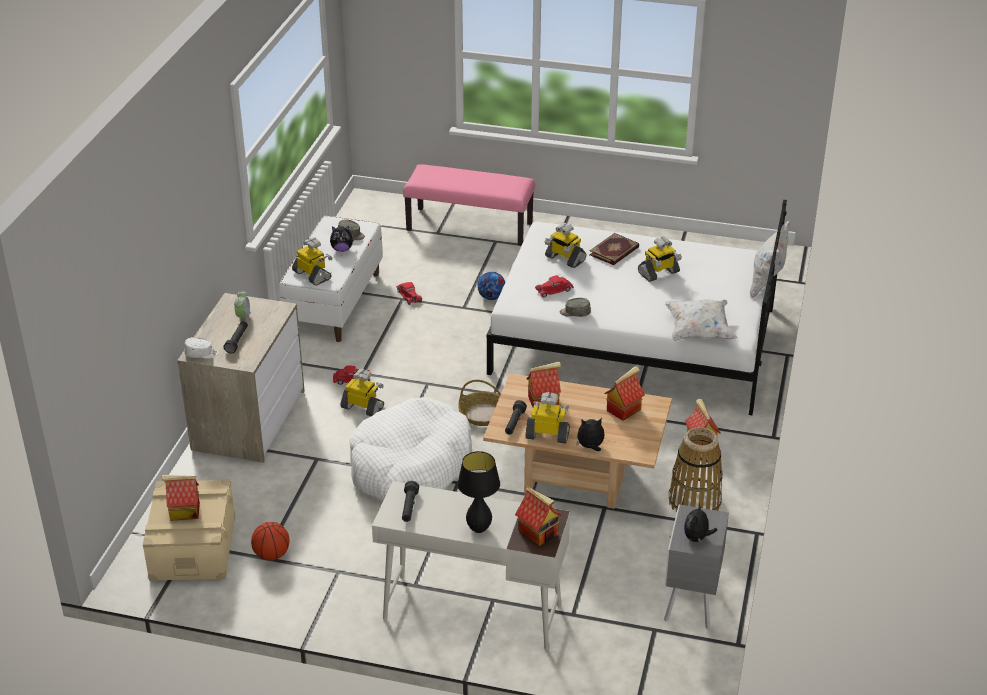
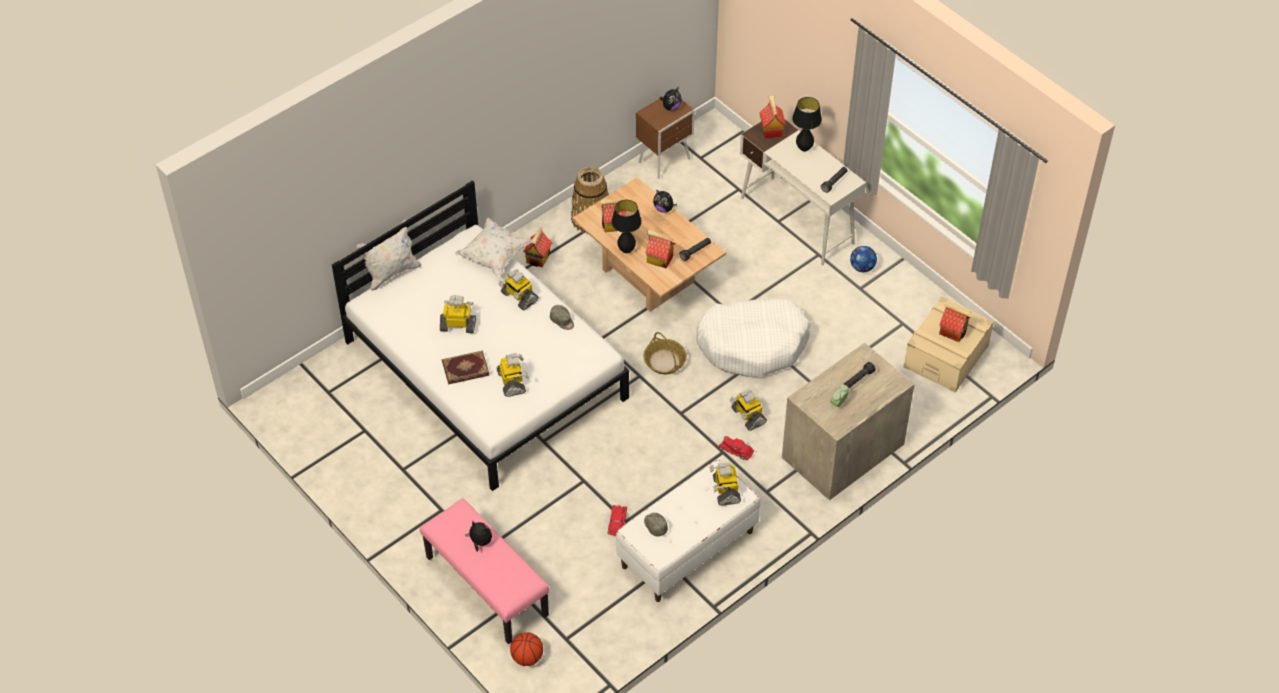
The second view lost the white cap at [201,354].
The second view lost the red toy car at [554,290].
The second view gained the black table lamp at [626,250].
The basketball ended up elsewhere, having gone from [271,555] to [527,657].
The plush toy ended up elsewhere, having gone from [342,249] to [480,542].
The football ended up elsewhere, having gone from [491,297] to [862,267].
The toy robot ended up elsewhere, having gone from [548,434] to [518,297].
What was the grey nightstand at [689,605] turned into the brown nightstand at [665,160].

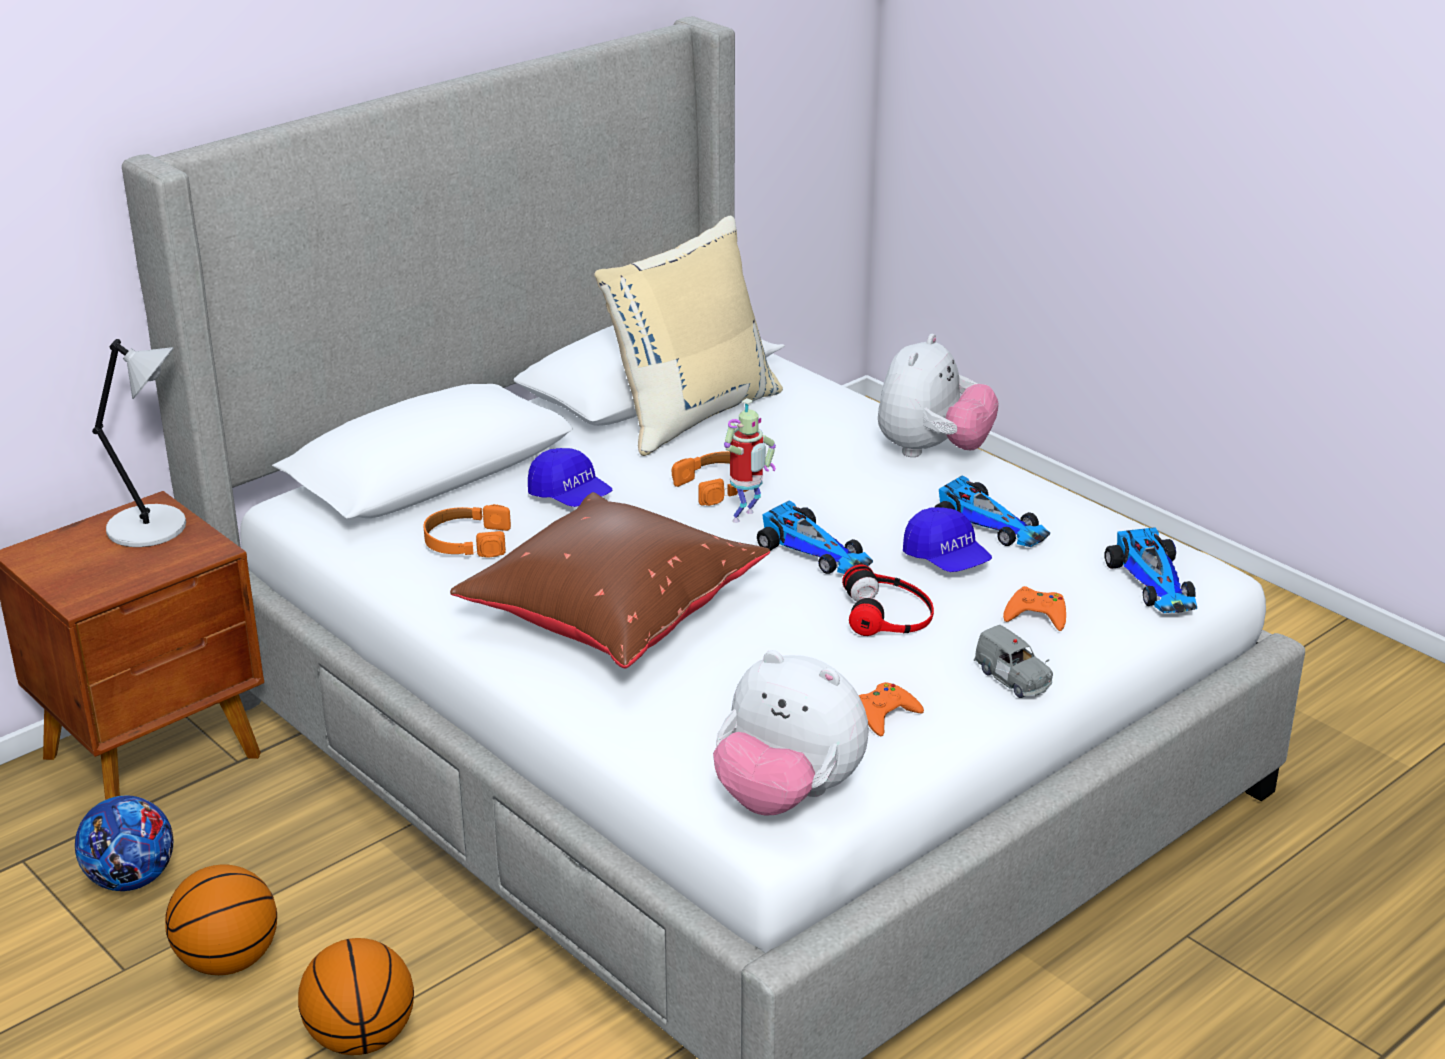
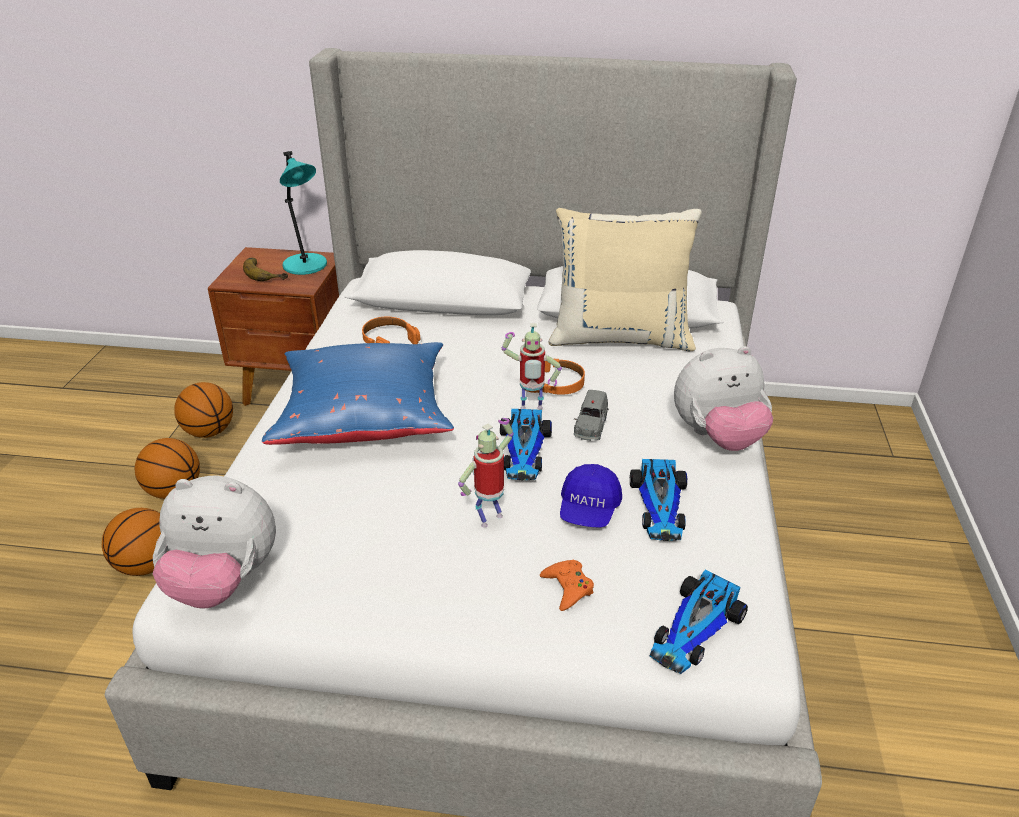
The second view lost the blue cap at [570,497].
The second view lost the orange game controller at [885,714].
The second view gained the banana at [266,272].
The grey toy car ended up elsewhere, having gone from [1013,679] to [590,427].
Where the football stood at [131,879], the basketball came to stand at [209,432].
Where the headphones stood at [889,613], the toy robot came to stand at [489,518].
What was the grey table lamp at [152,528] turned into the turquoise table lamp at [306,266].
What was the brown pillow at [611,615] turned into the blue pillow at [365,418].
The plush toy at [787,796] ended up facing another way, 75 degrees counterclockwise from before.

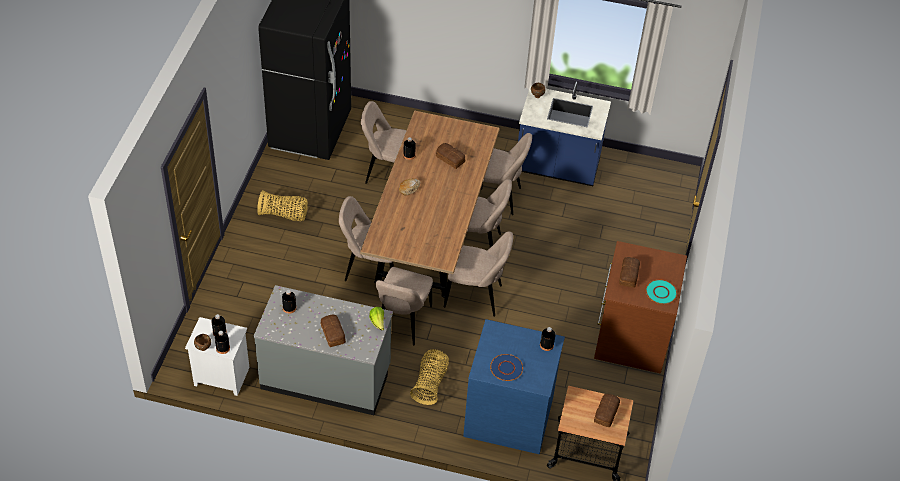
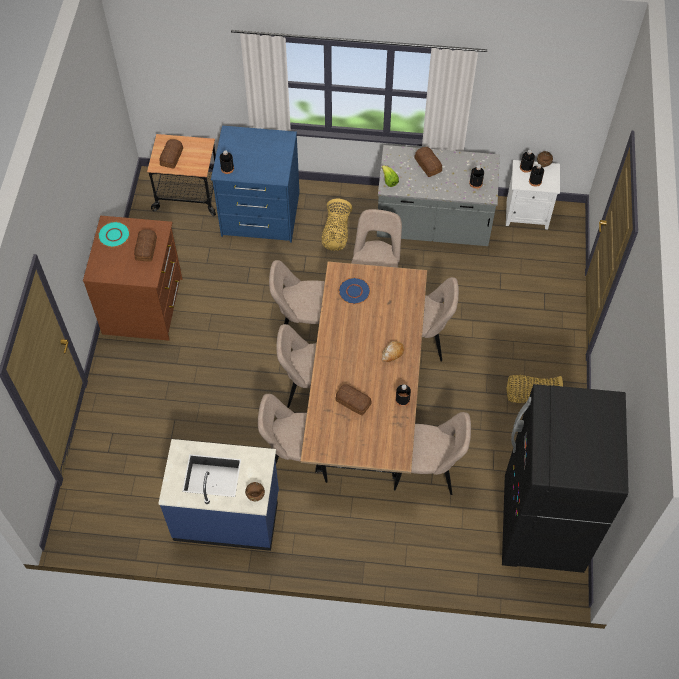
The blue plate ended up elsewhere, having gone from [506,368] to [354,291].

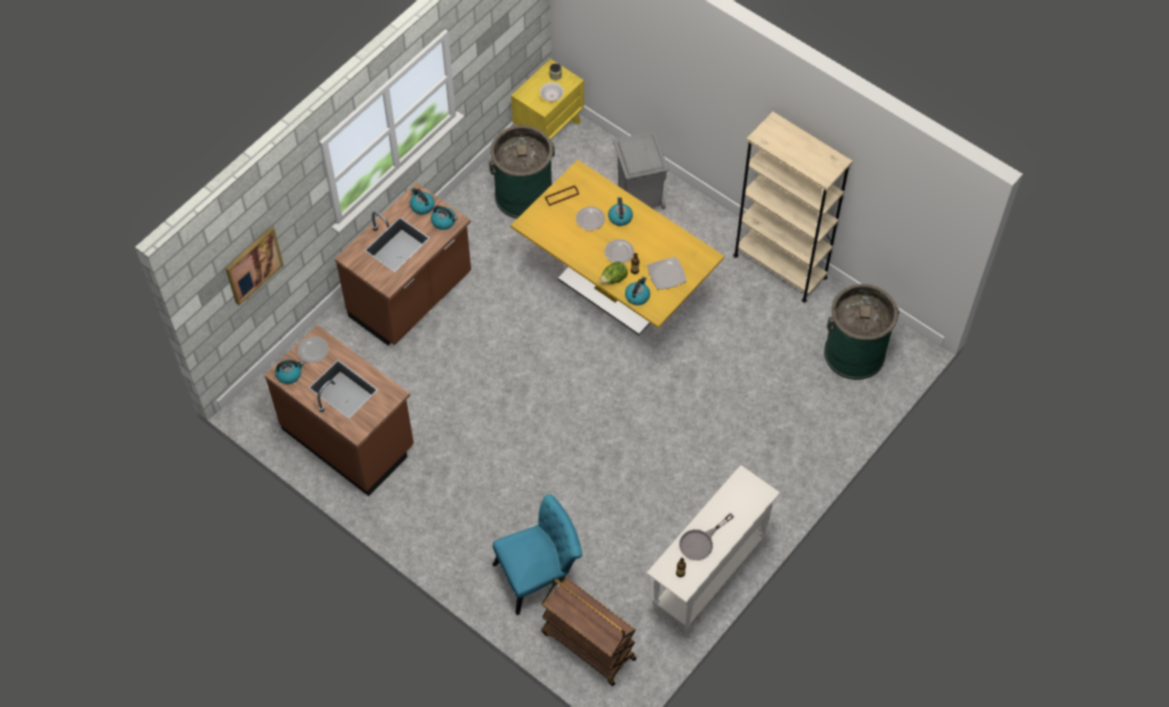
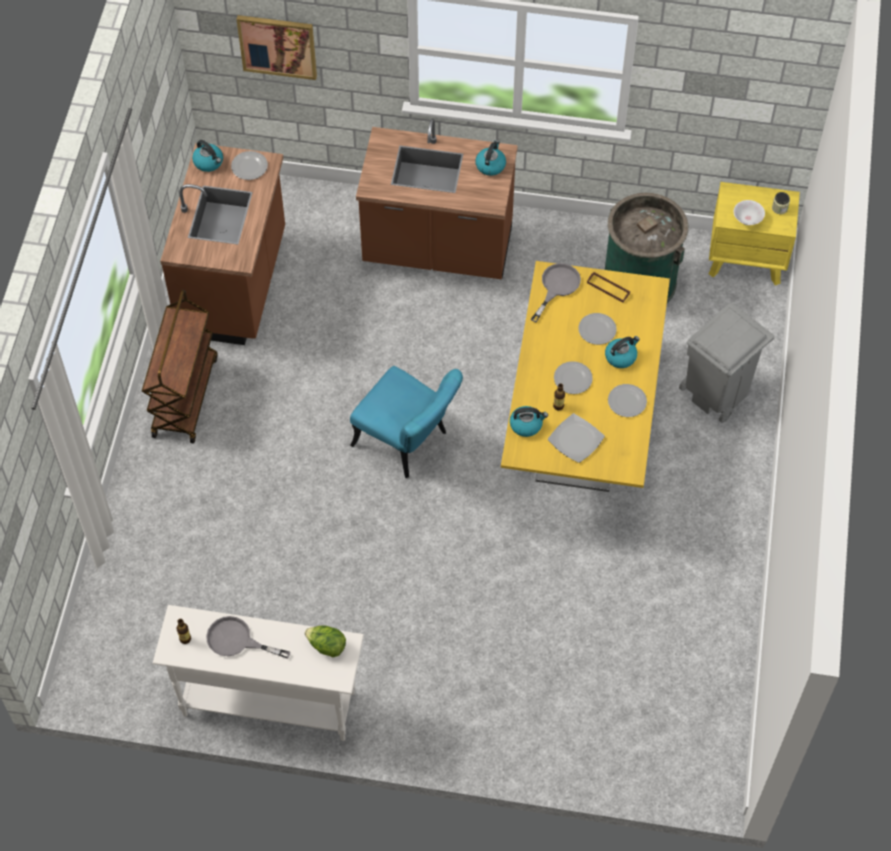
The second view lost the kettle at [444,221].
The second view lost the beige bookcase at [780,266].
The second view lost the green trash can at [854,353].
The second view gained the grey frying pan at [557,287].
The second view gained the plate at [627,401].
The turquoise chair ended up elsewhere, having gone from [539,575] to [408,443].
The brown cart ended up elsewhere, having gone from [587,645] to [184,396].
The lettuce ended up elsewhere, having gone from [613,279] to [326,646].

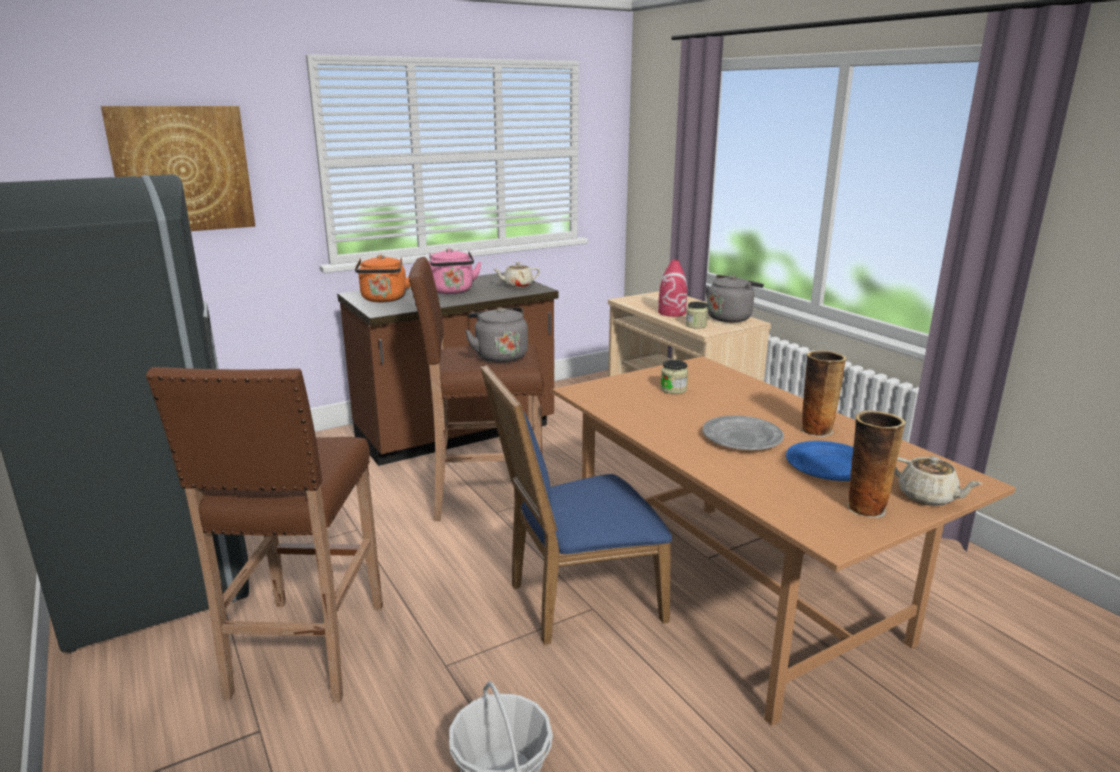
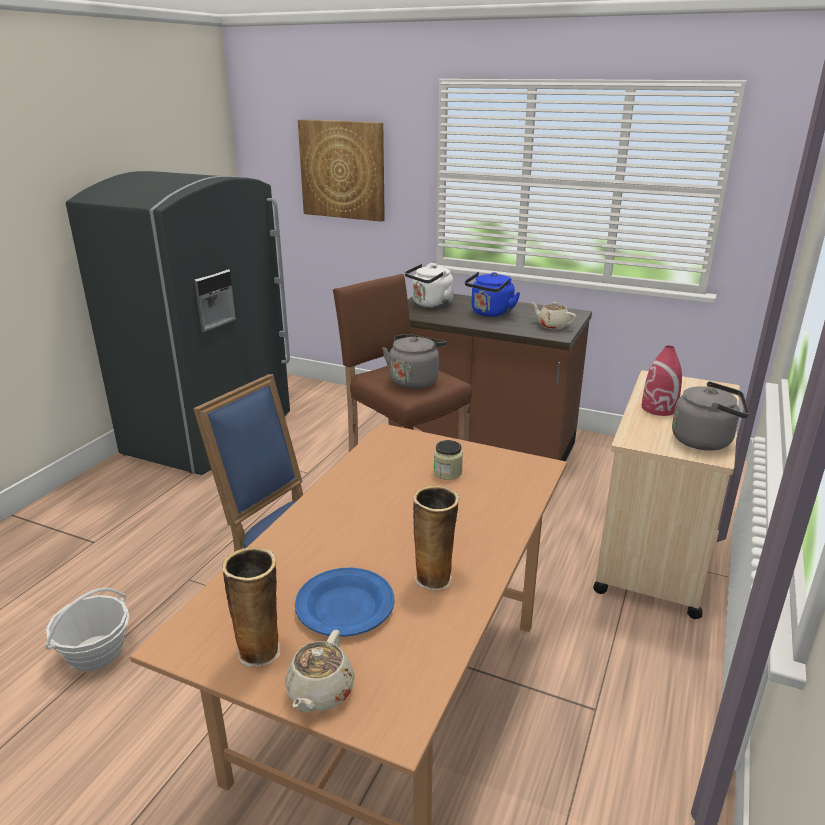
The second view lost the brown stool at [306,651].
The second view lost the jar at [696,325].
The second view lost the grey plate at [742,438].
What was the orange kettle at [384,299] turned into the white kettle at [430,304].
What was the pink kettle at [452,291] turned into the blue kettle at [490,314].

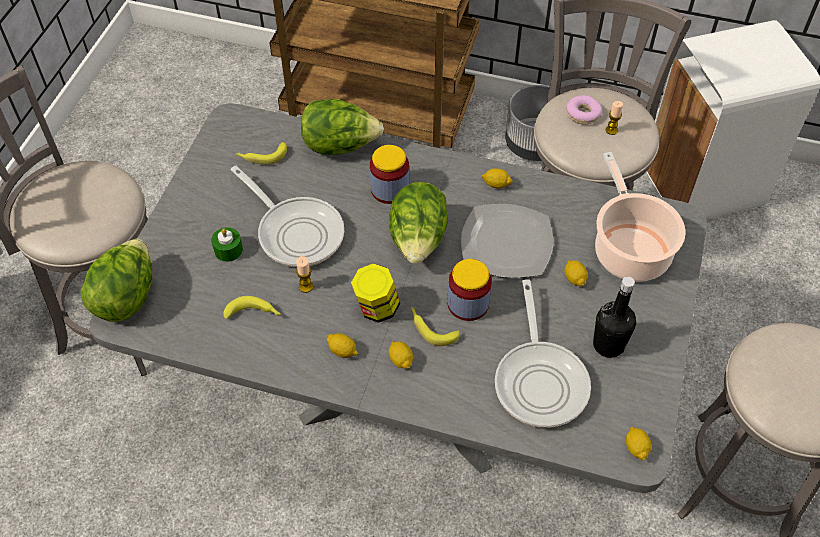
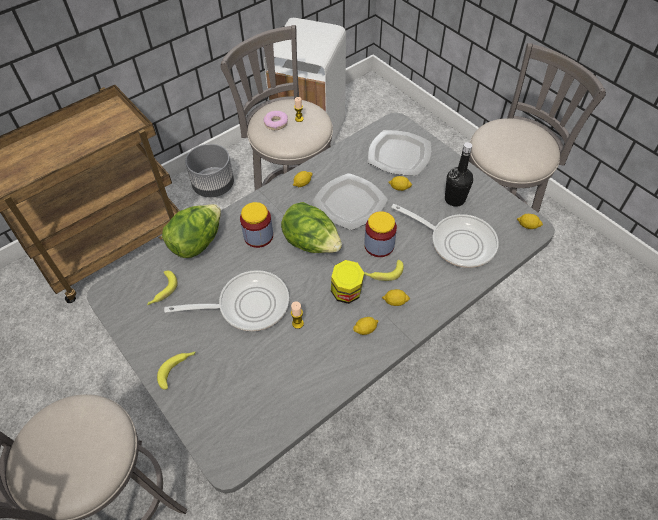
The second view lost the lettuce at [126,297].
The second view lost the green candle at [228,250].
The banana ended up elsewhere, having gone from [254,314] to [178,369].
Where the cooking pot stood at [629,249], the plate came to stand at [398,154].

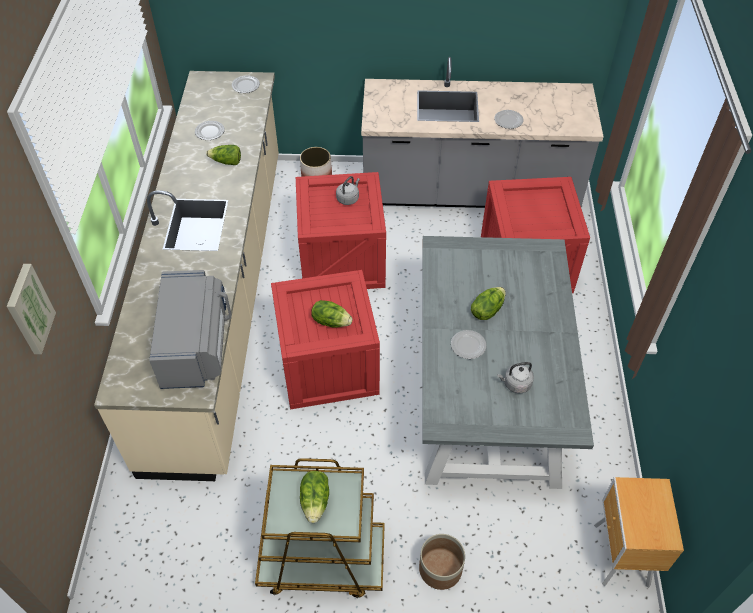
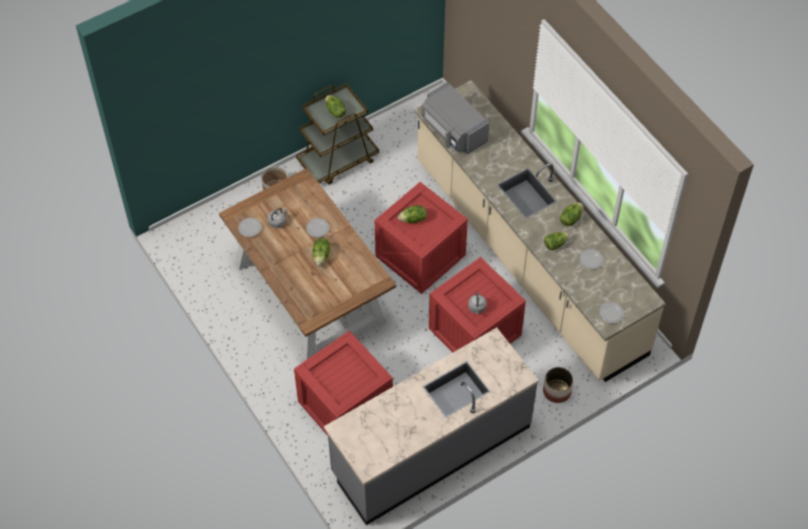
The second view lost the picture at [28,309].
The second view lost the brown nightstand at [620,557].
The second view gained the lettuce at [570,218].
The plate ended up elsewhere, having gone from [508,121] to [249,228].
What was the grey dining table at [488,397] turned into the brown dining table at [309,292].

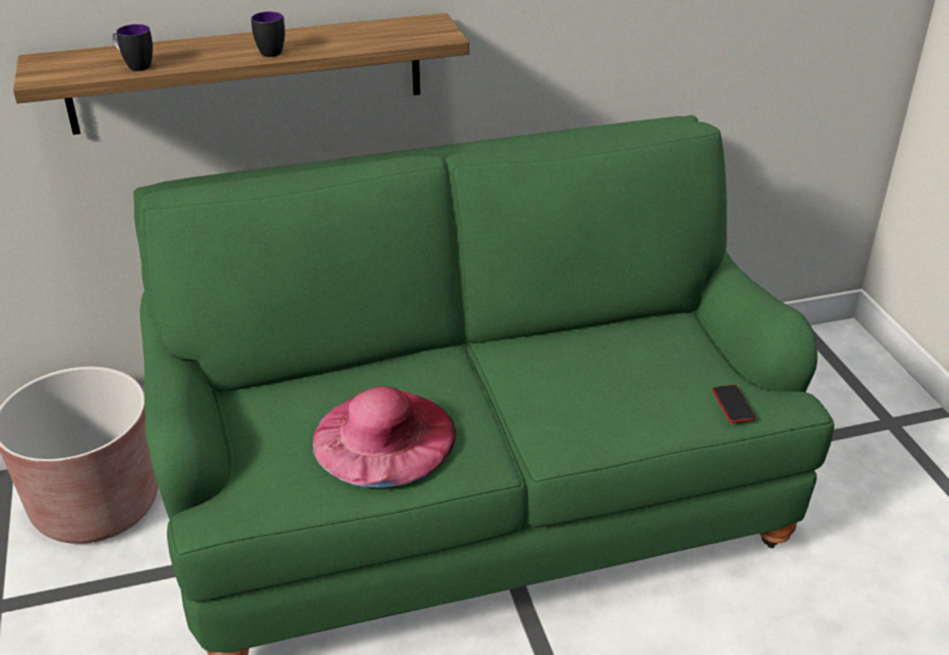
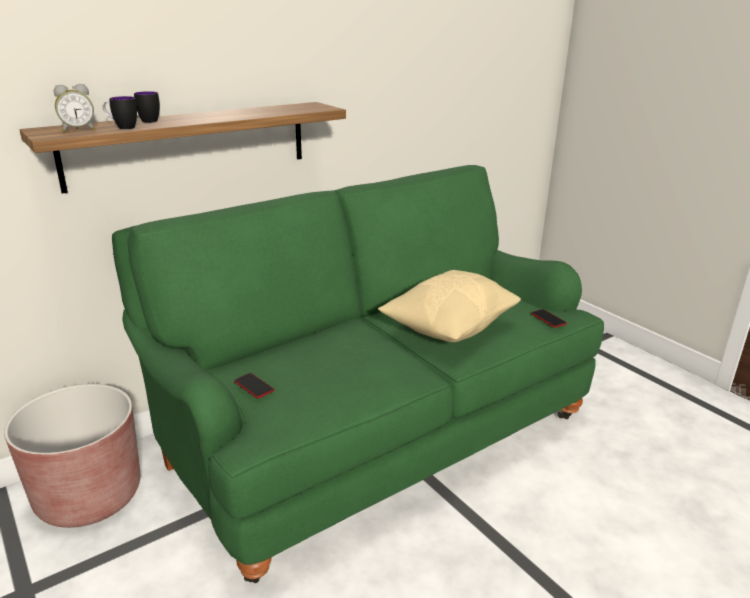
The second view lost the pink hat at [384,437].
The second view gained the alarm clock at [78,130].
The second view gained the phone at [254,386].
The second view gained the beige pillow at [449,329].
The mug ended up elsewhere, having gone from [274,51] to [151,120].

